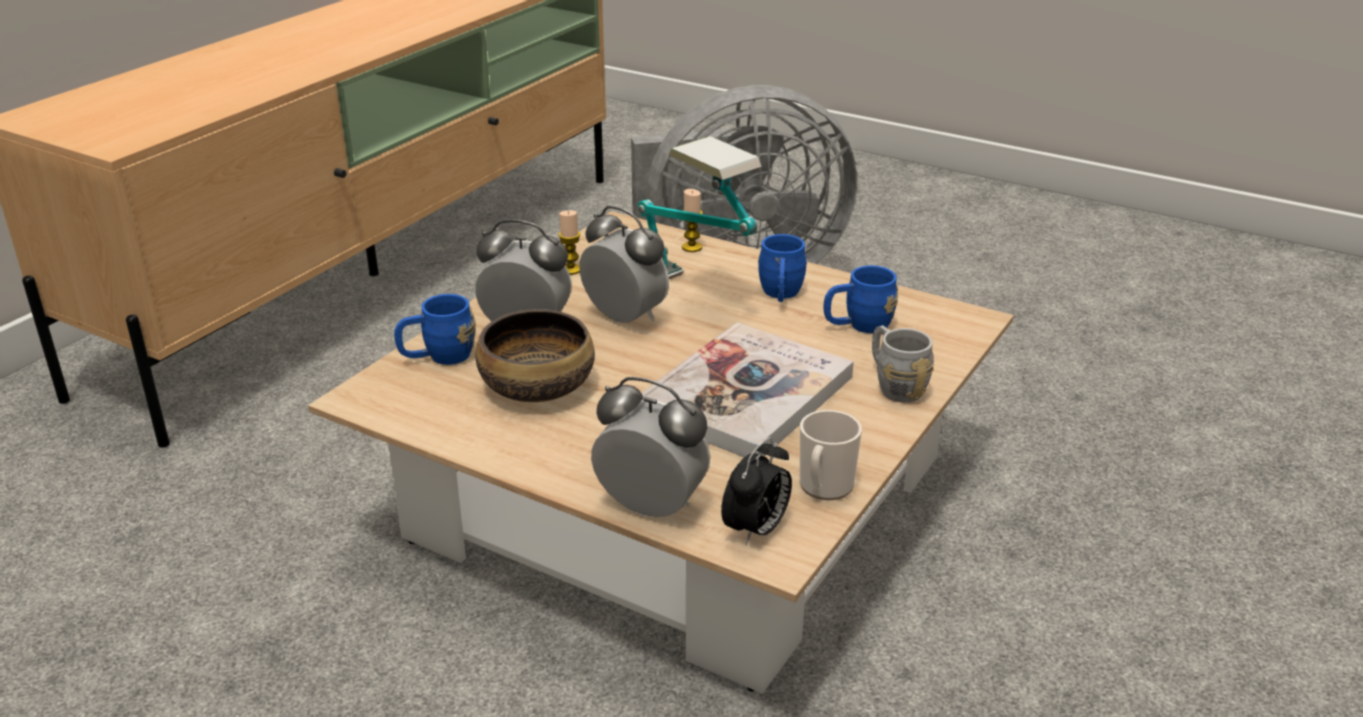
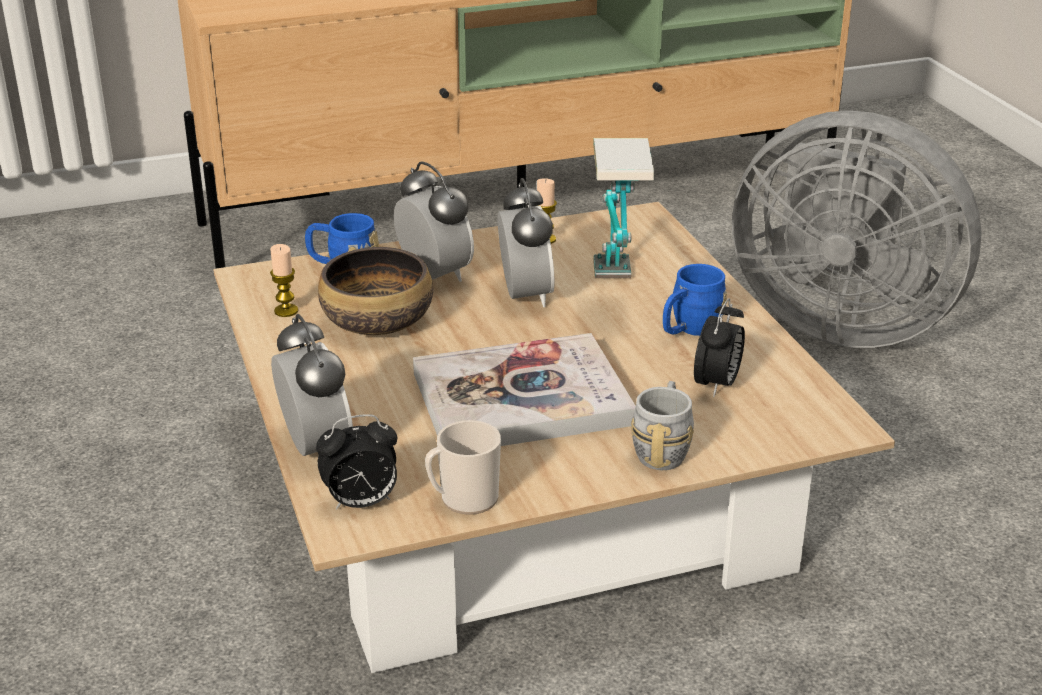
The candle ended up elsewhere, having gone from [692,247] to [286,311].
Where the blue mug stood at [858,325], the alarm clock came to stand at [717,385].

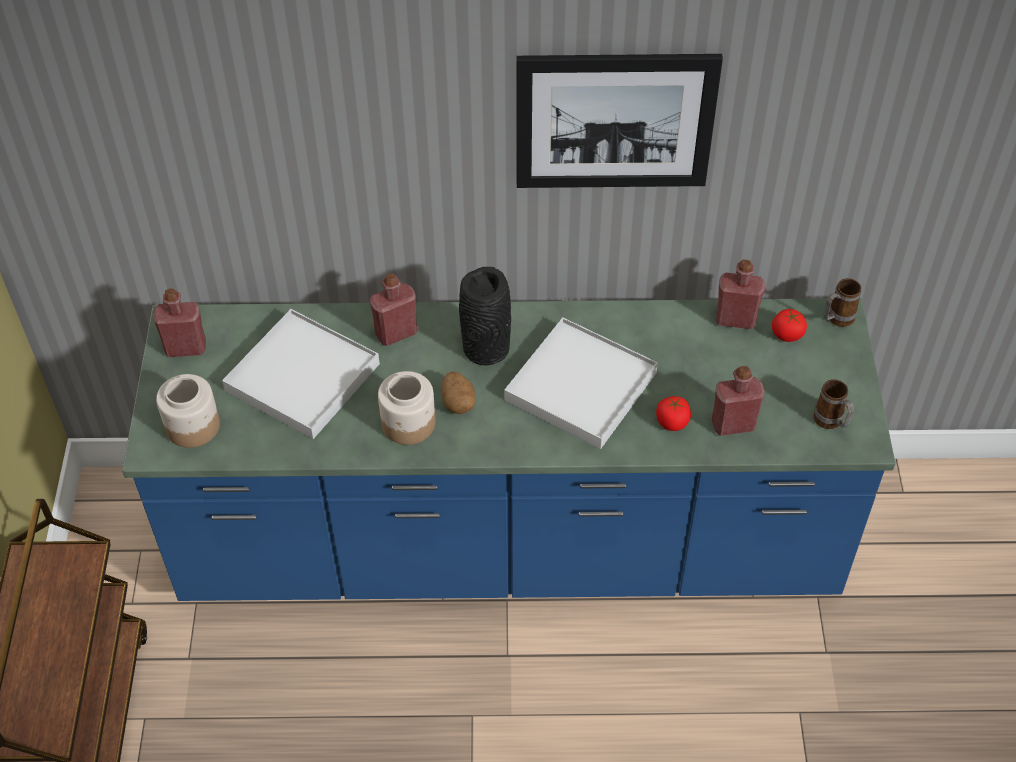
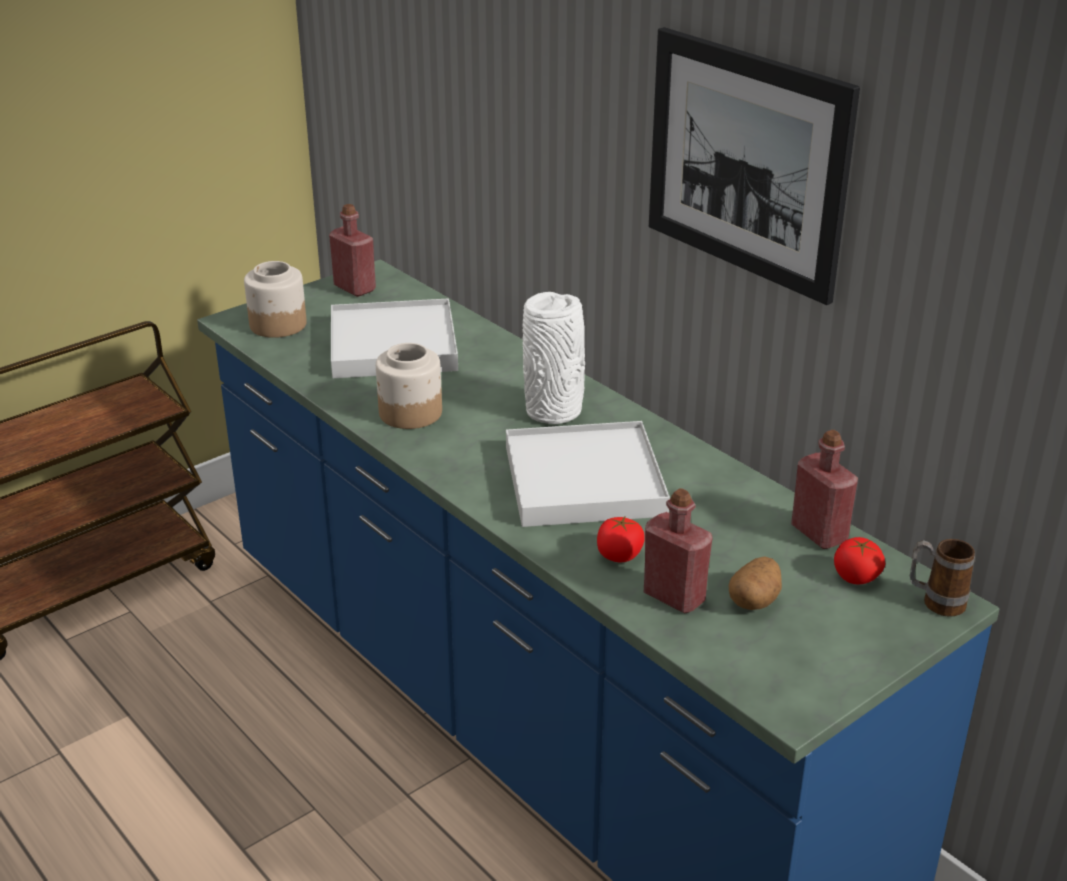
The second view lost the red bottle at [396,333].
The second view lost the mug at [831,423].
The potato ended up elsewhere, having gone from [458,402] to [754,600].
What was the black vase at [486,347] turned into the white vase at [555,411].

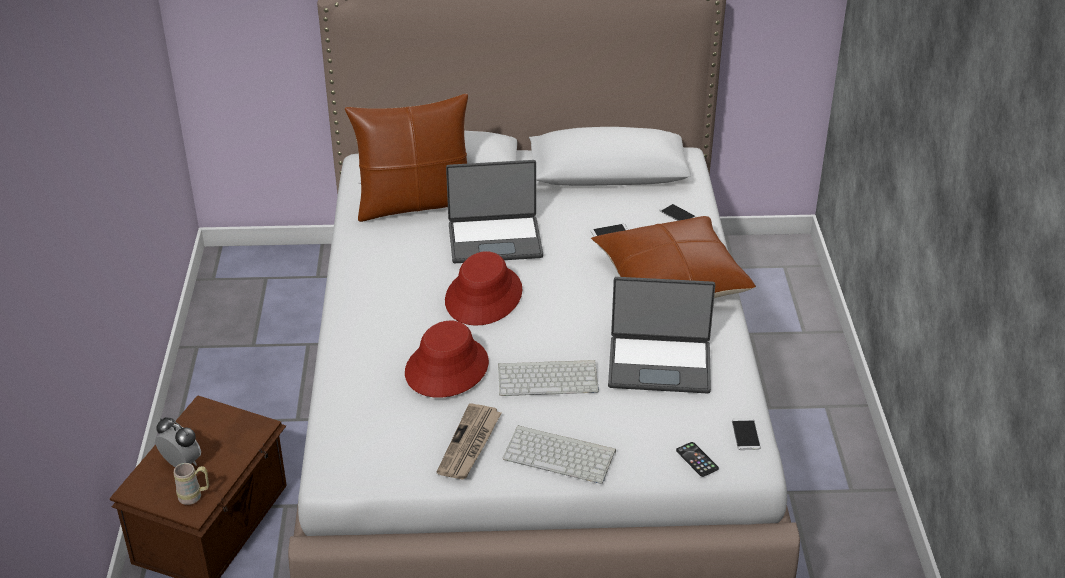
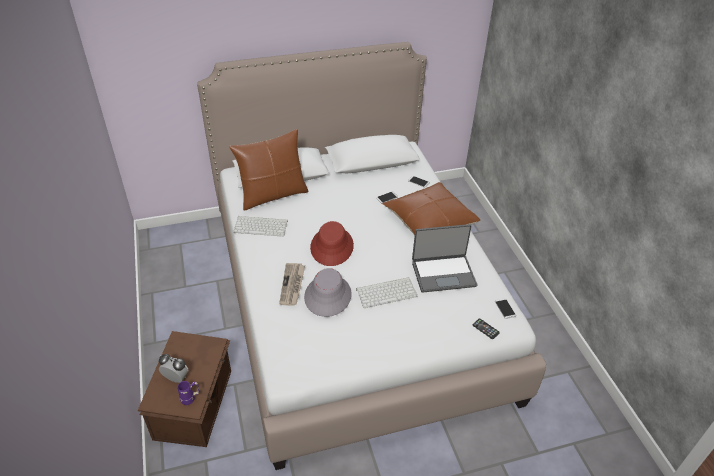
The second view lost the laptop at [495,240].
The newspaper ended up elsewhere, having gone from [470,444] to [292,285].
The keyboard ended up elsewhere, having gone from [561,454] to [261,226].
What was the beige mug at [195,497] turned into the purple mug at [190,398].
What was the red hat at [446,368] turned into the grey hat at [327,296].

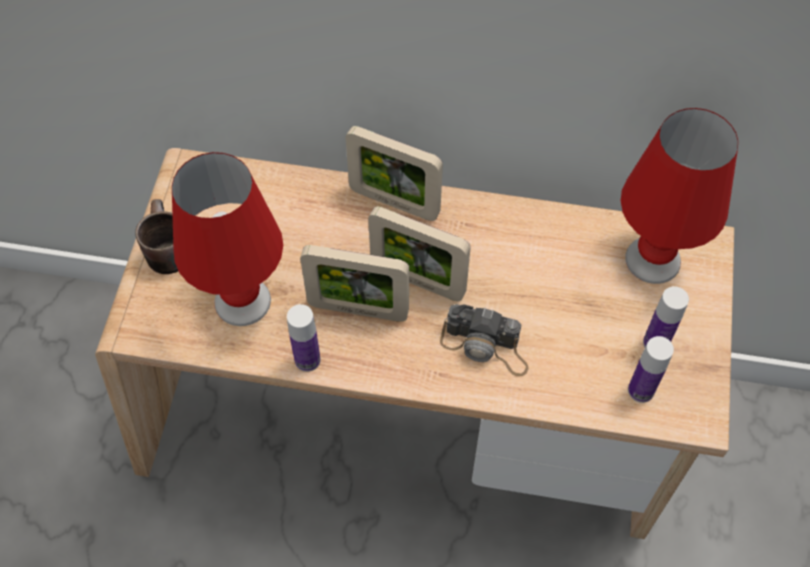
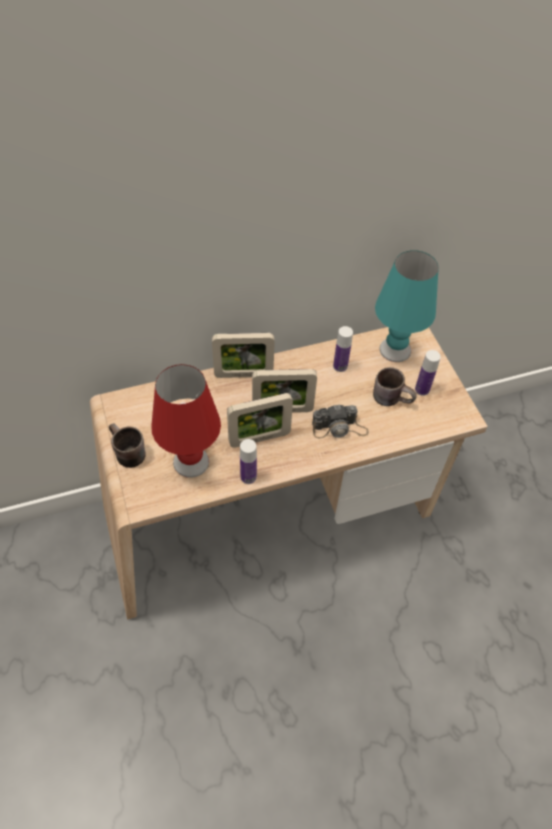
The second view gained the brown mug at [392,397].
The bottle ended up elsewhere, having gone from [641,390] to [340,366].
What was the red table lamp at [652,259] turned into the turquoise table lamp at [395,349].

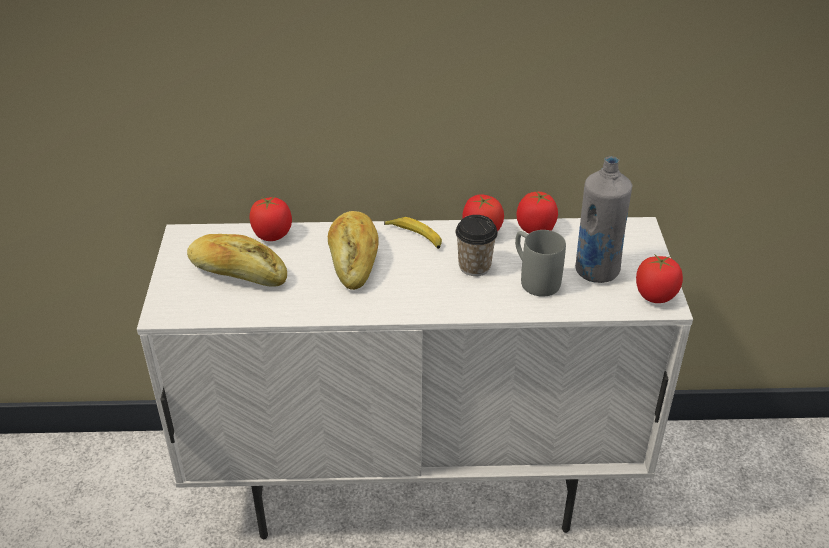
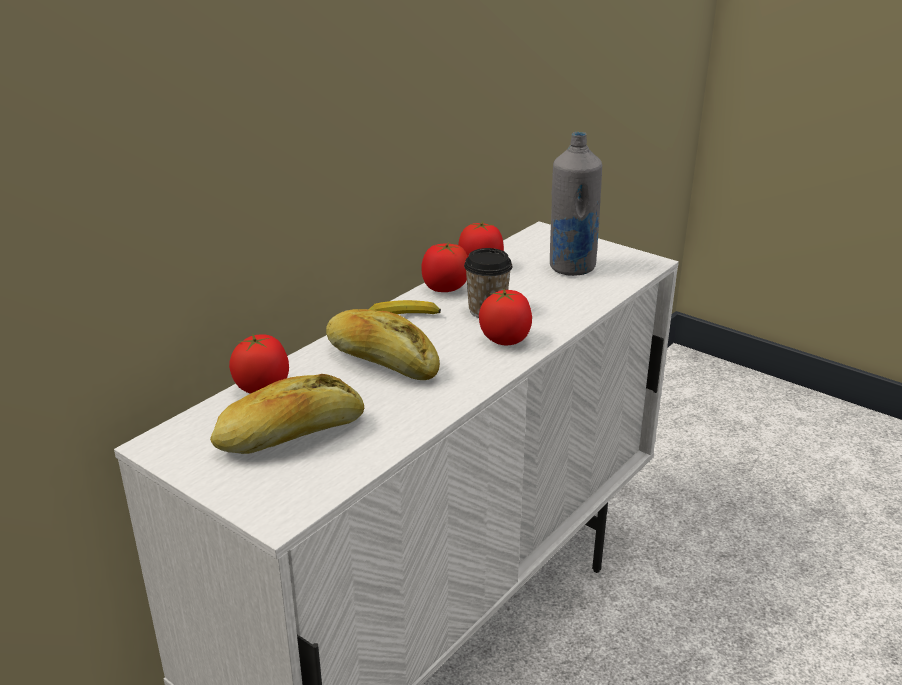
The second view lost the grey mug at [534,279].
The tomato ended up elsewhere, having gone from [655,296] to [505,340].

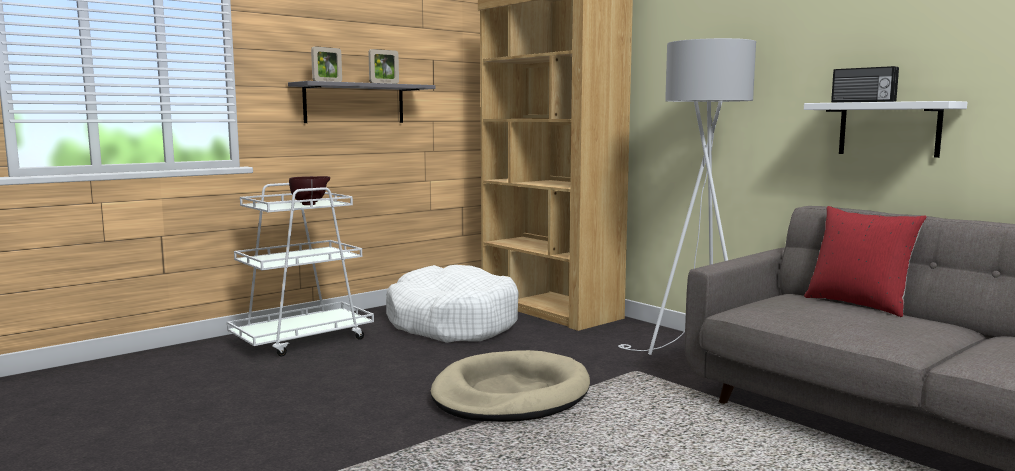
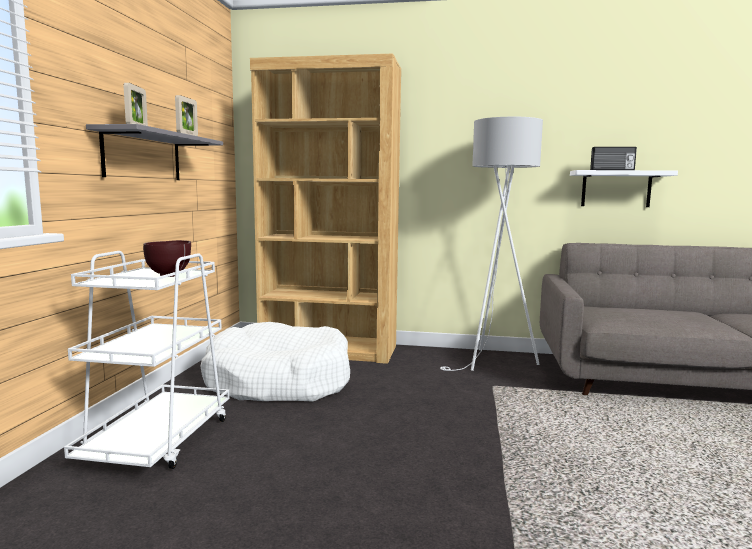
The second view lost the beige dog bed at [510,394].
The second view lost the red pillow at [859,304].

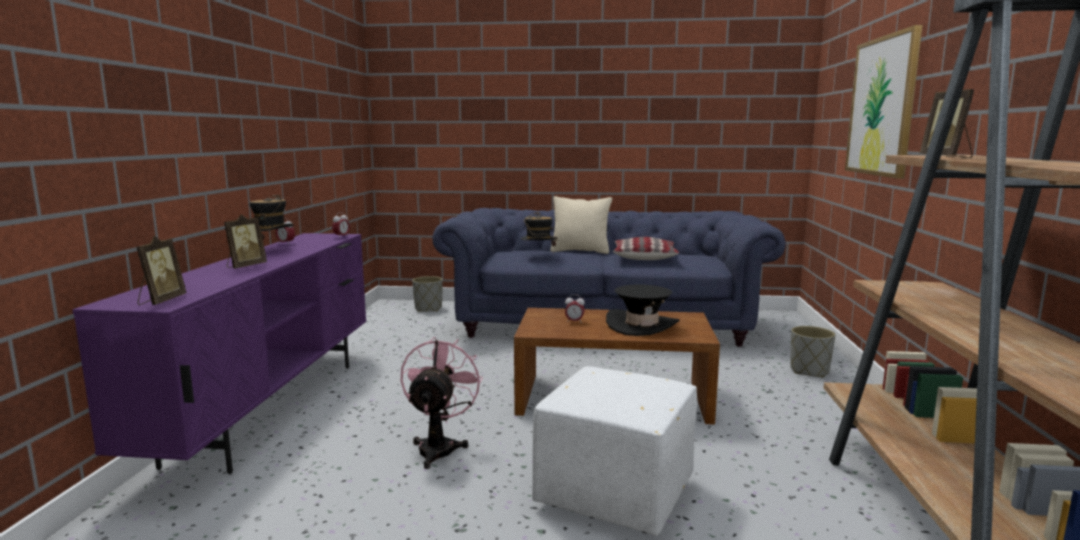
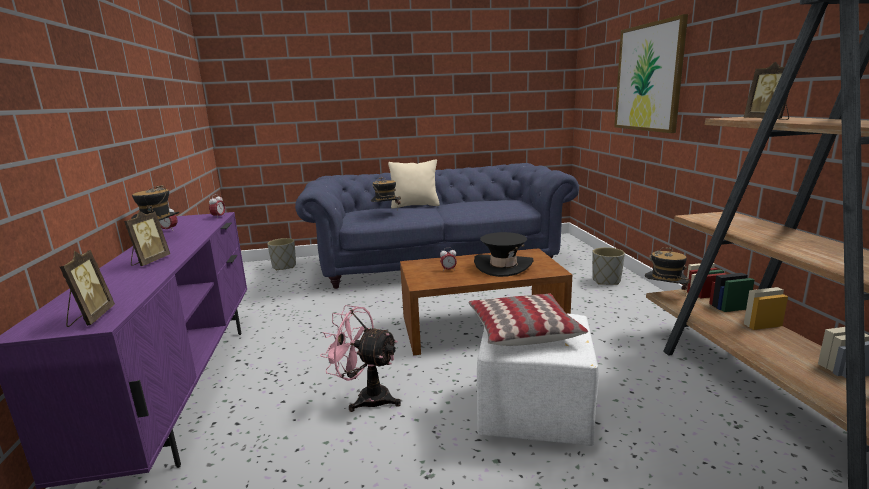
The second view gained the hat at [664,296].
The pillow ended up elsewhere, having gone from [644,257] to [522,330].
The pink fan at [439,447] ended up facing another way, 60 degrees counterclockwise from before.

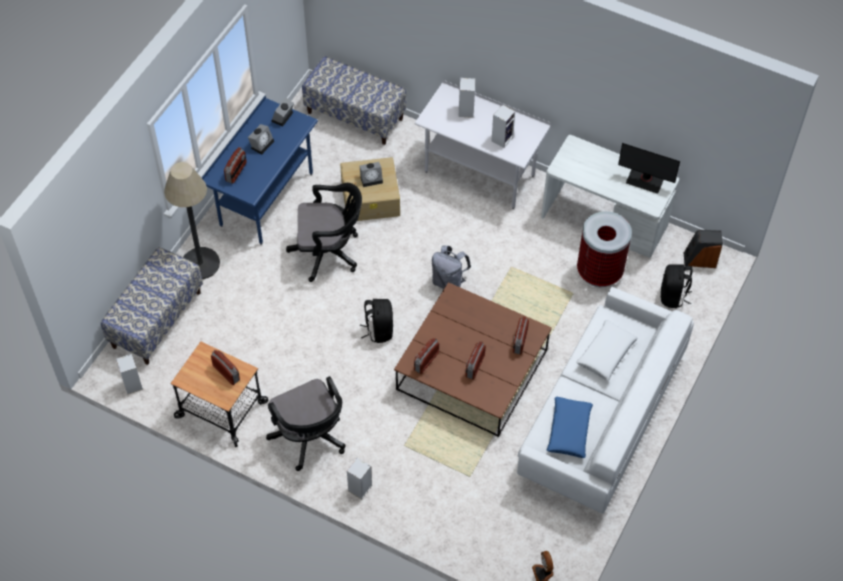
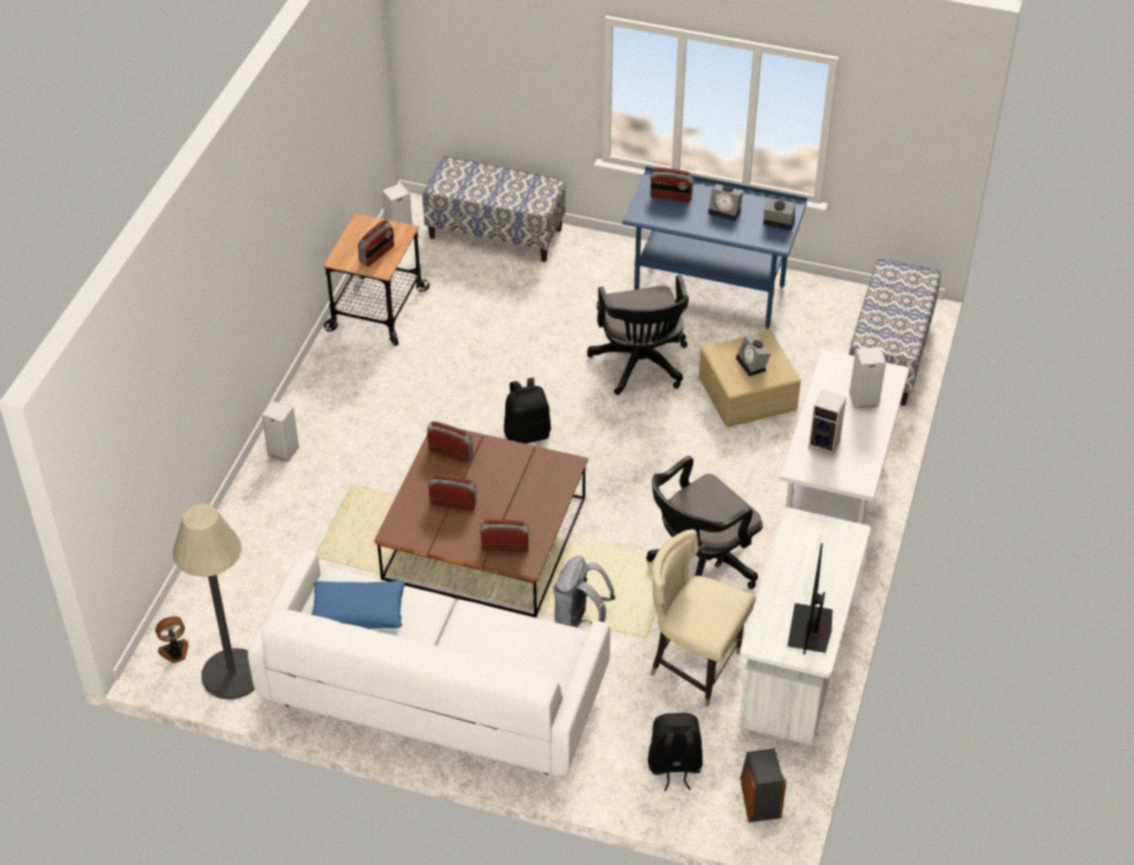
The second view lost the white pillow at [605,354].
The floor lamp ended up elsewhere, having gone from [200,263] to [232,674].
The black office chair ended up elsewhere, having gone from [310,438] to [700,565].
The grey backpack ended up elsewhere, having gone from [449,282] to [580,620].
Where the trash can stood at [599,272], the beige chair came to stand at [695,666].

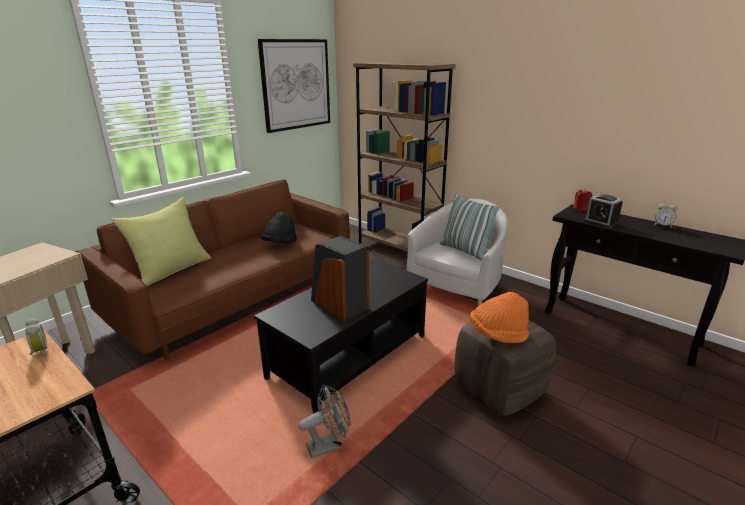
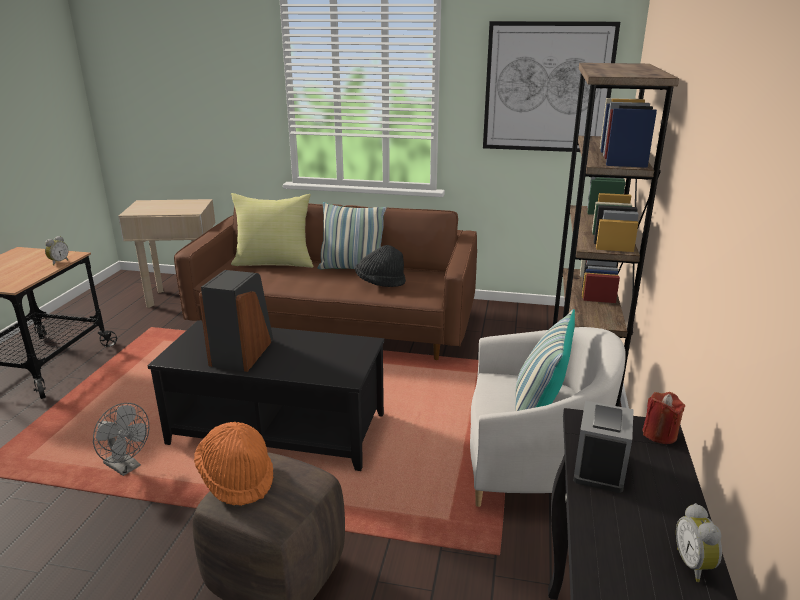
The second view gained the pillow at [352,268].

